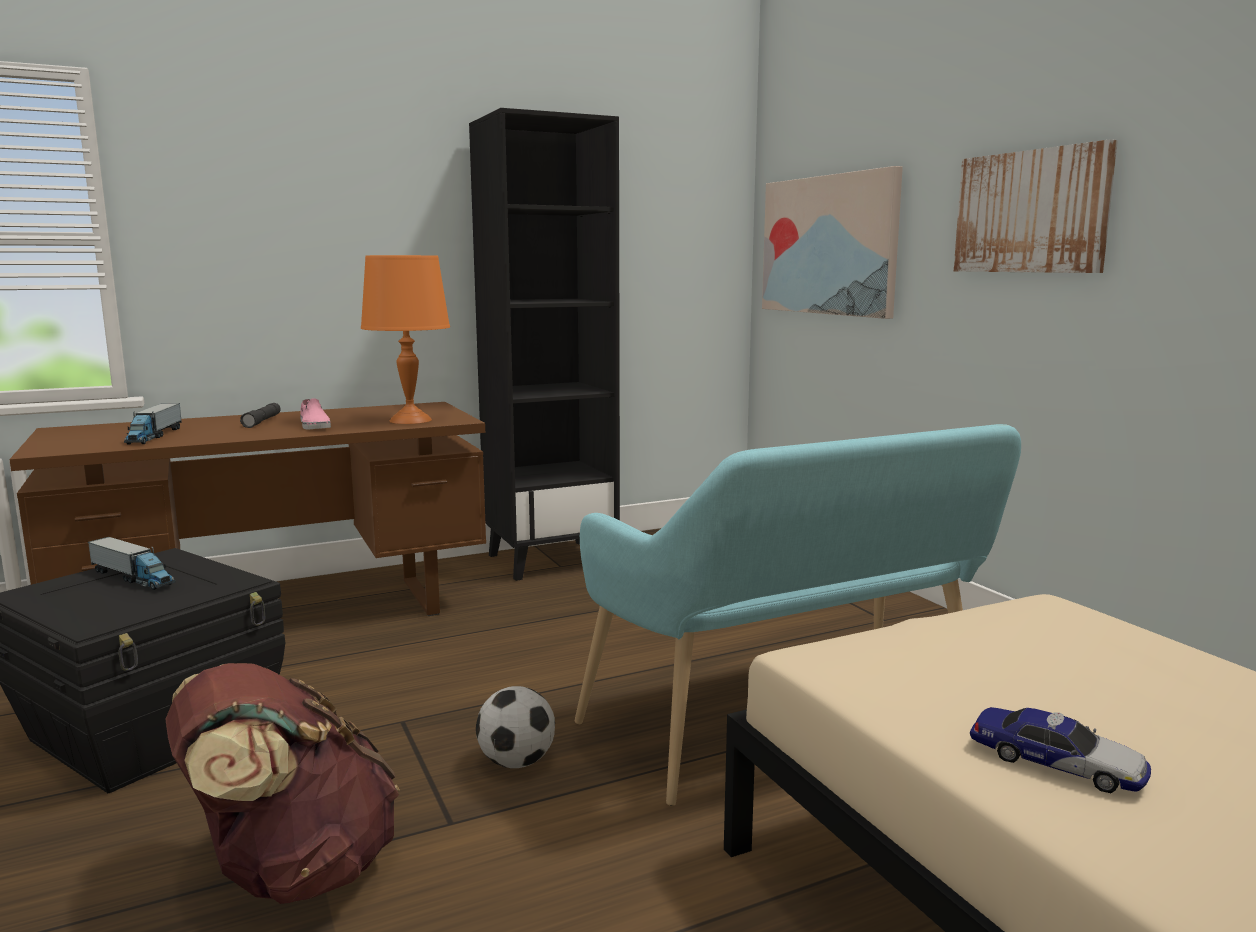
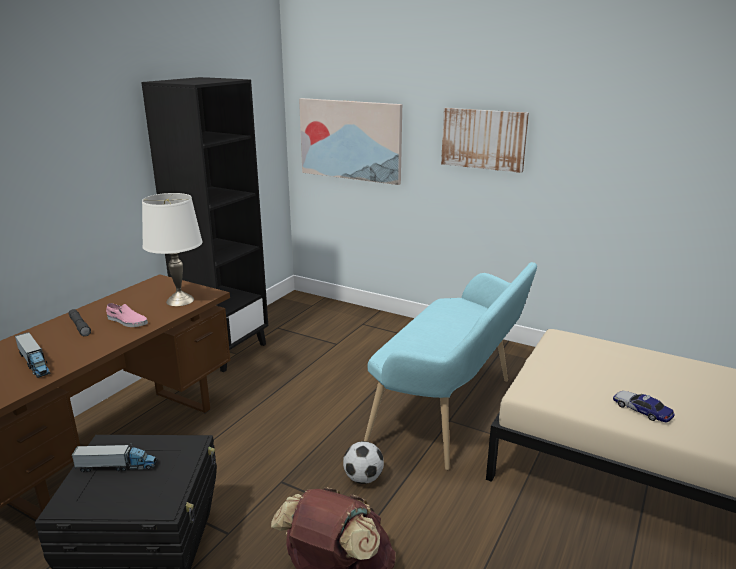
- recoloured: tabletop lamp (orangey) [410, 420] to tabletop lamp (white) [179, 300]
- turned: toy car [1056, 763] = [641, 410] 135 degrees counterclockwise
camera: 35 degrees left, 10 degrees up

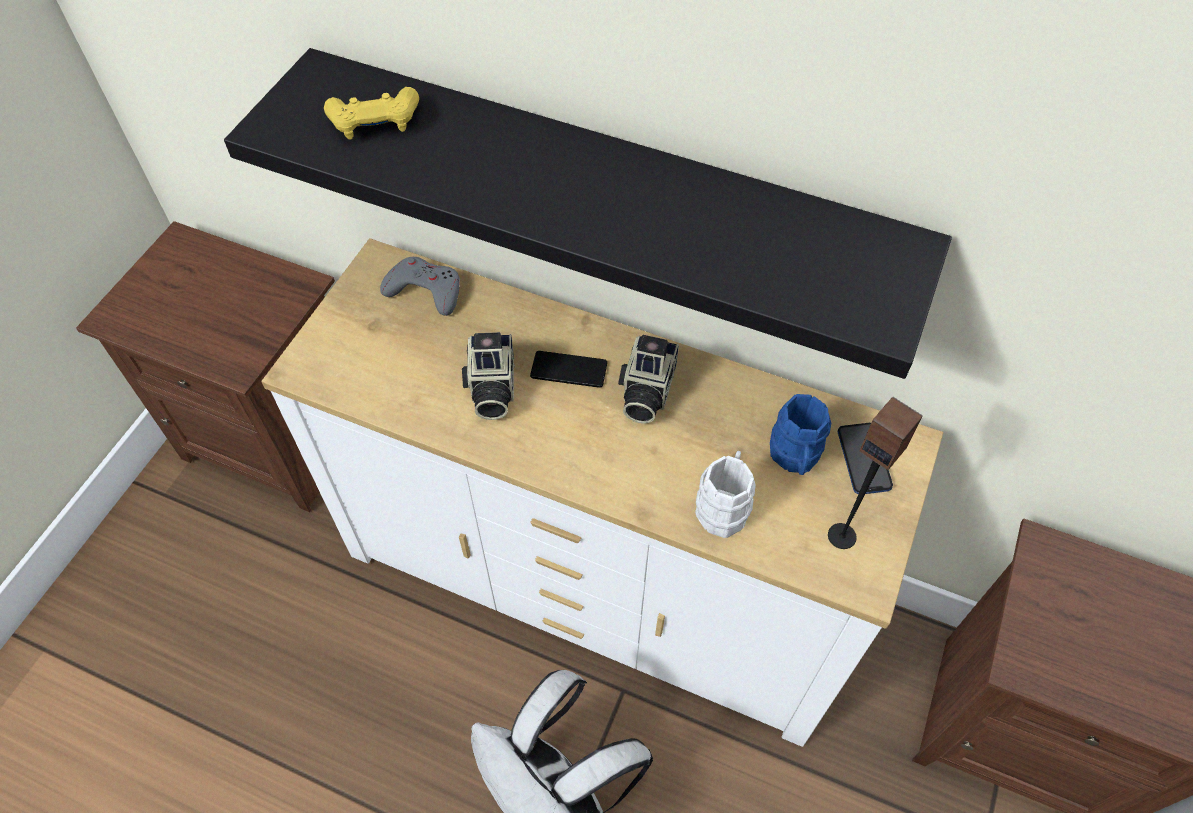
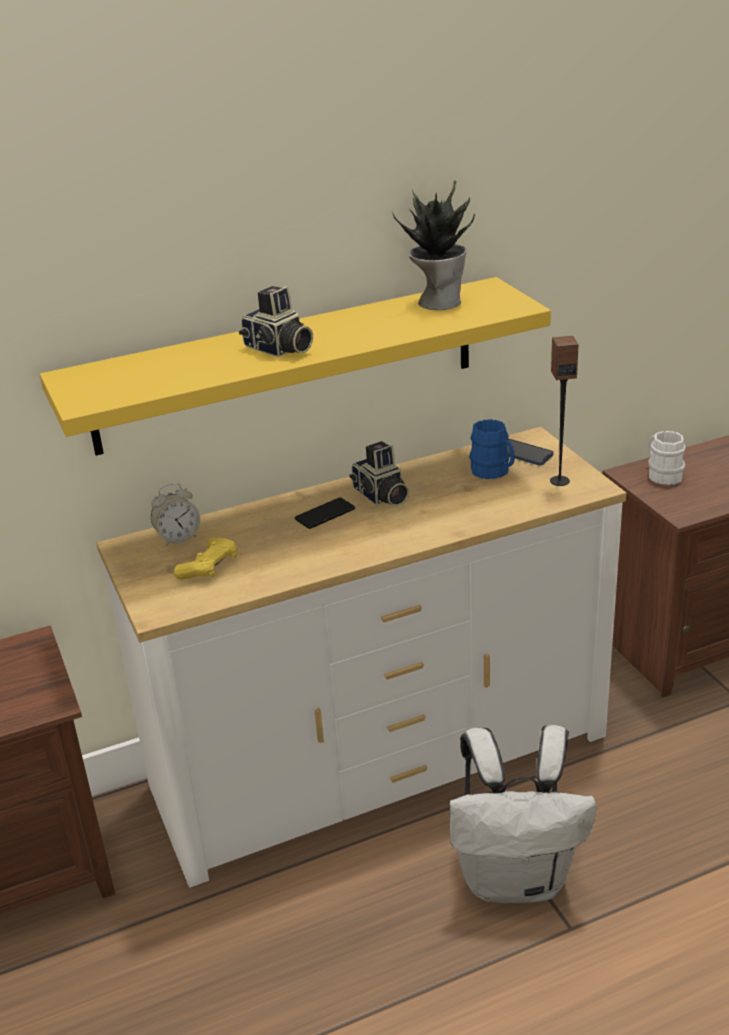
- recoloured: wall shelf (black) [605, 184] to wall shelf (yellowish) [287, 365]
- moved: joypad (yellowish) [375, 123] to [209, 567]
- replaced: joypad (grey) [425, 290] to alarm clock [178, 538]
- moved: photo camera [491, 388] to [278, 349]
- moved: mug (white) [724, 505] to [662, 474]
- added: plant in a pot [438, 301]
camera: 45 degrees left, 25 degrees down

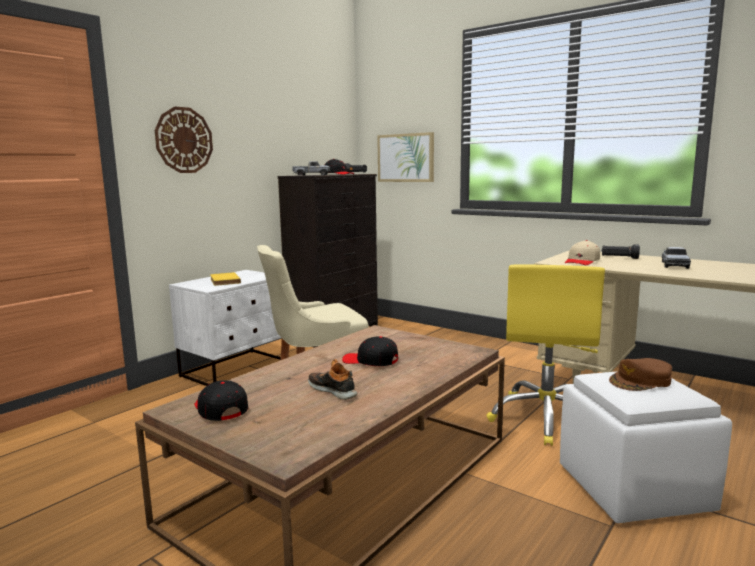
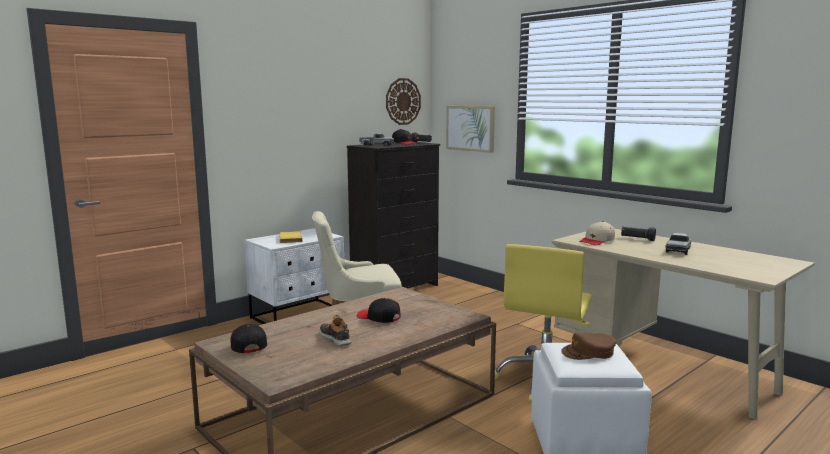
- moved: clock on the wall [184, 140] to [403, 101]
camera: 10 degrees right, 0 degrees up

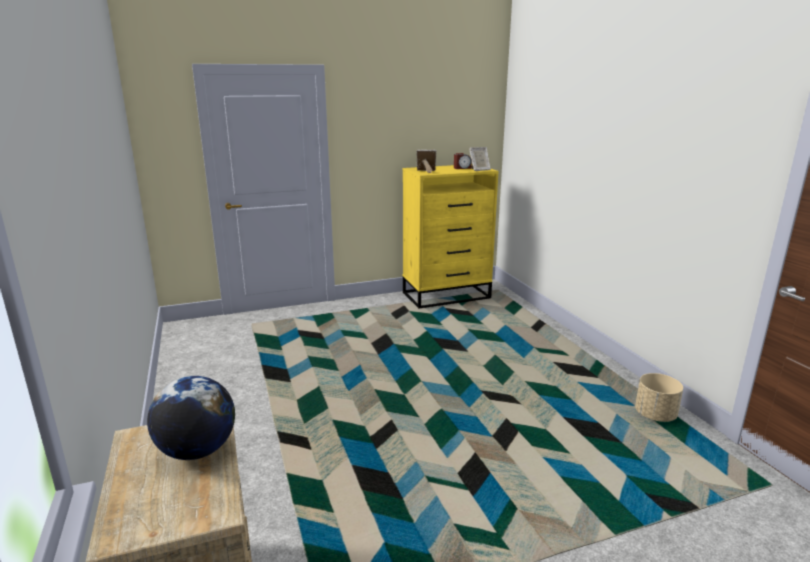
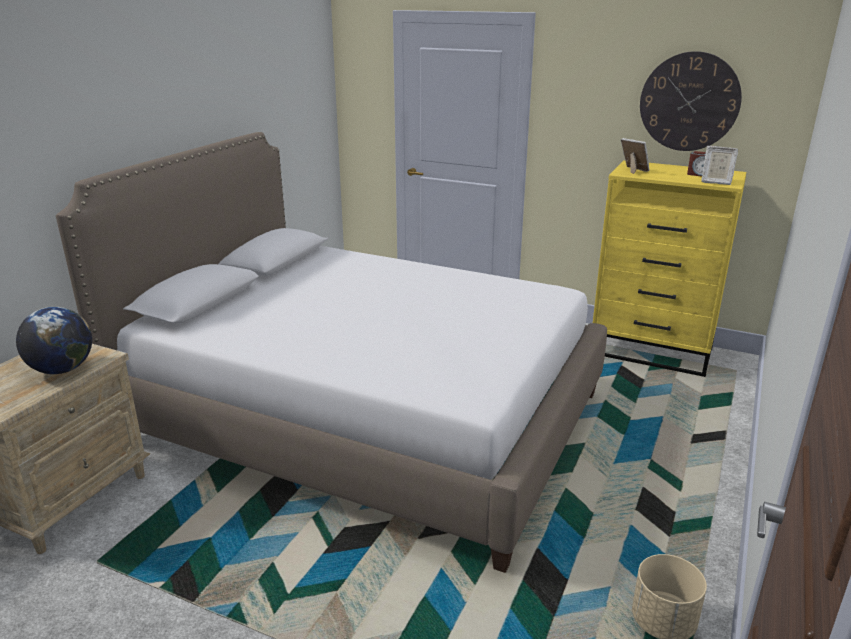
- added: bedroom bed [365, 417]
- added: clock on the wall [689, 102]
camera: 45 degrees right, 5 degrees up

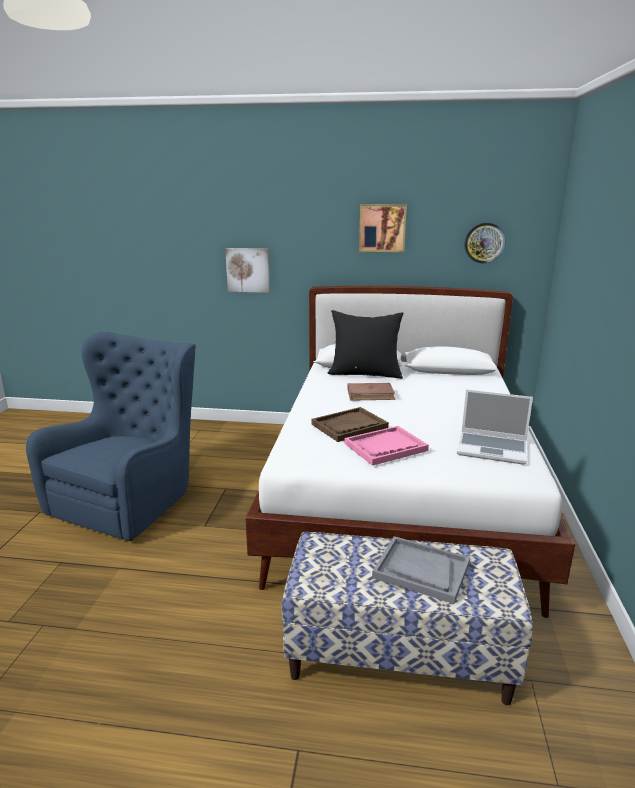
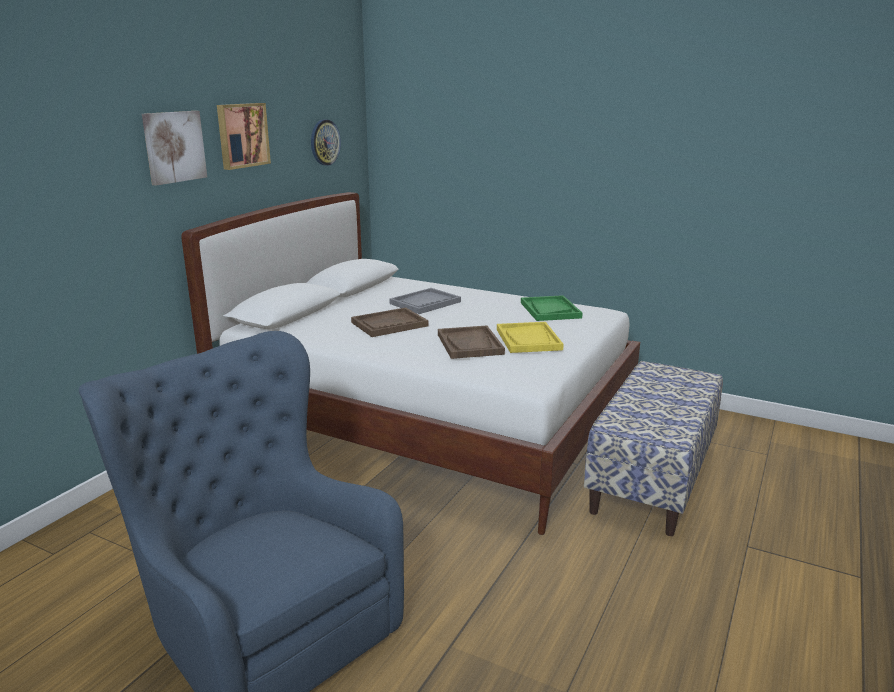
- moved: wall picture [248, 270] to [174, 147]
- removed: pillow (black) [365, 373]
- recoloured: tray (pinkish) [385, 447] to tray (yellowish) [528, 339]
- replaced: book (brown) [370, 394] to tray (brown) [389, 324]
- moved: tray (grey) [421, 570] to [425, 303]
- replaced: laptop [493, 449] to tray (green) [550, 310]
camera: 70 degrees left, 0 degrees up

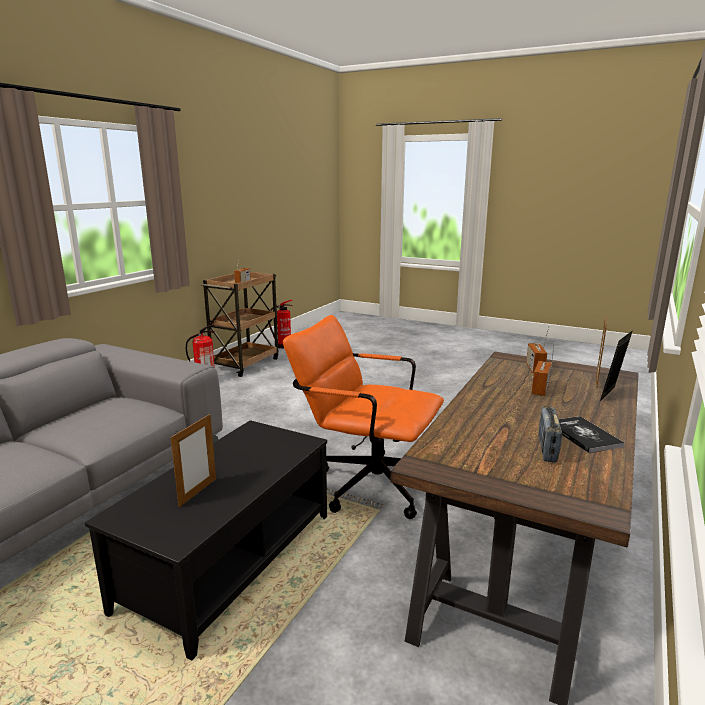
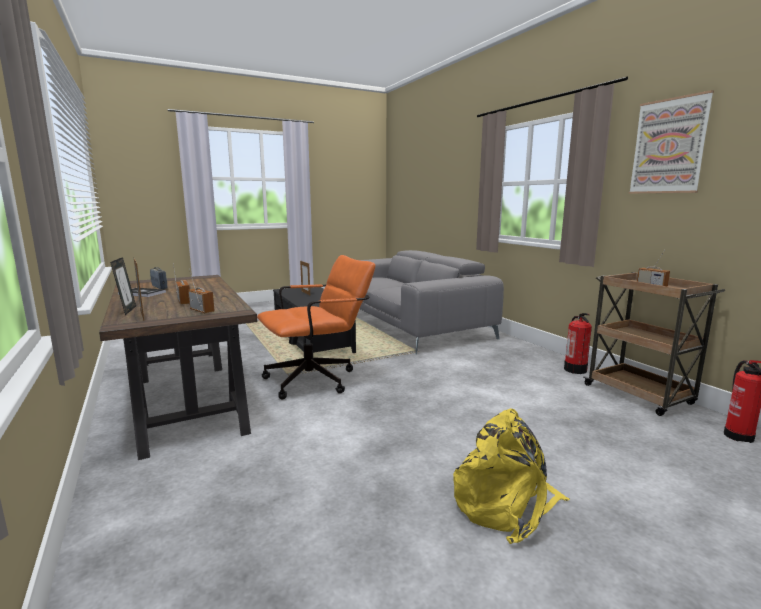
- added: rucksack (yellowish) [506, 504]
- added: wall picture [668, 146]
camera: 125 degrees right, 5 degrees down

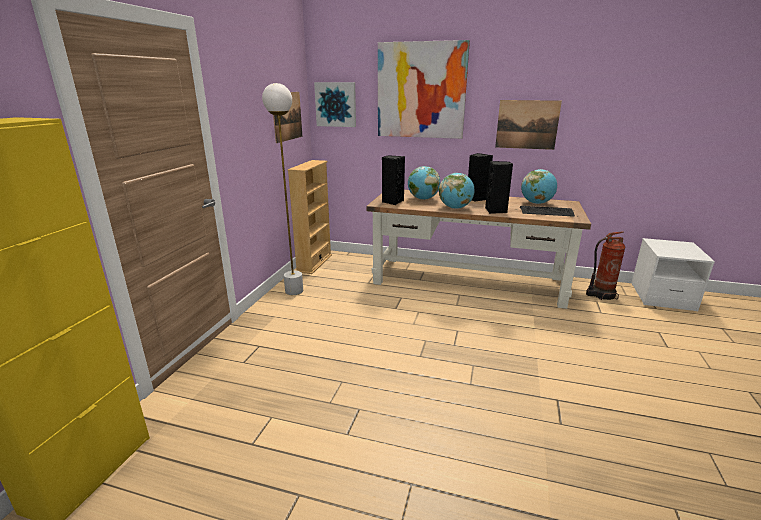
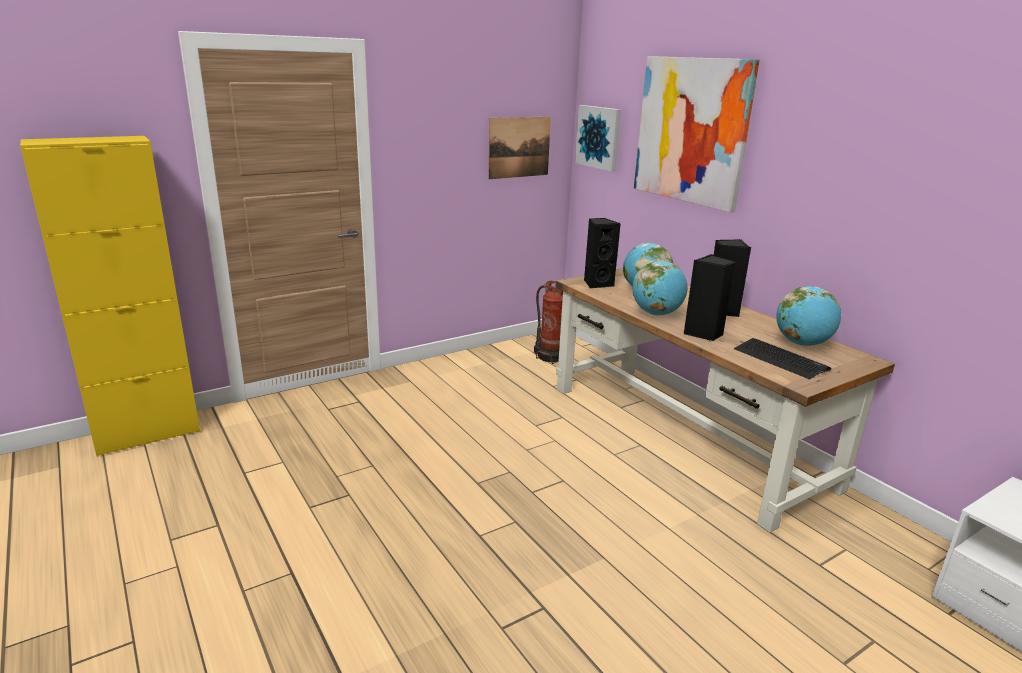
- removed: floor lamp (white) [294, 291]
- removed: bookcase (beige) [314, 263]
- removed: wall picture [527, 124]
- moved: fire extinguisher [601, 295] to [550, 356]
camera: 40 degrees right, 0 degrees up

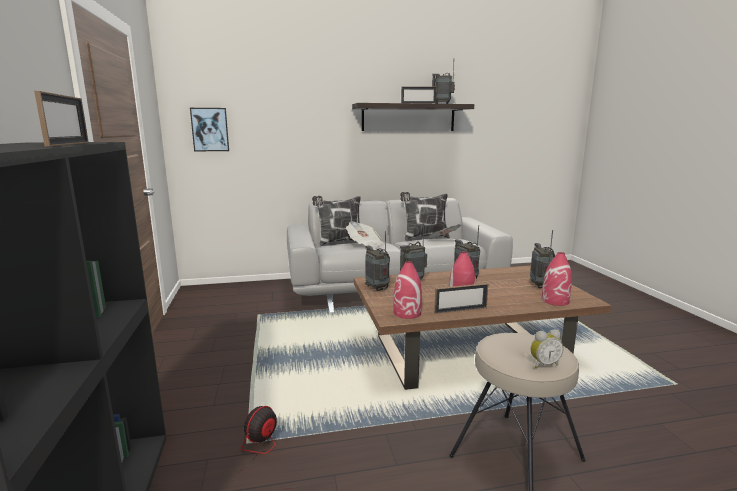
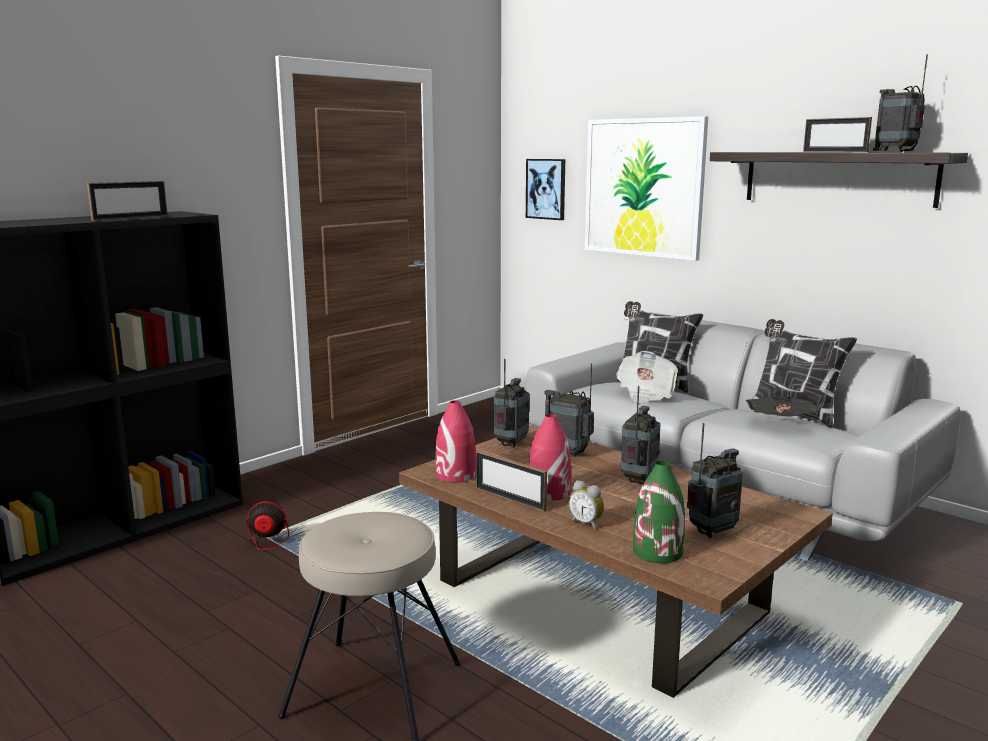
- moved: alarm clock [543, 364] to [587, 523]
- recoloured: vase (red) [555, 300] to vase (green) [658, 552]
- added: wall picture [643, 187]
camera: 55 degrees right, 0 degrees up

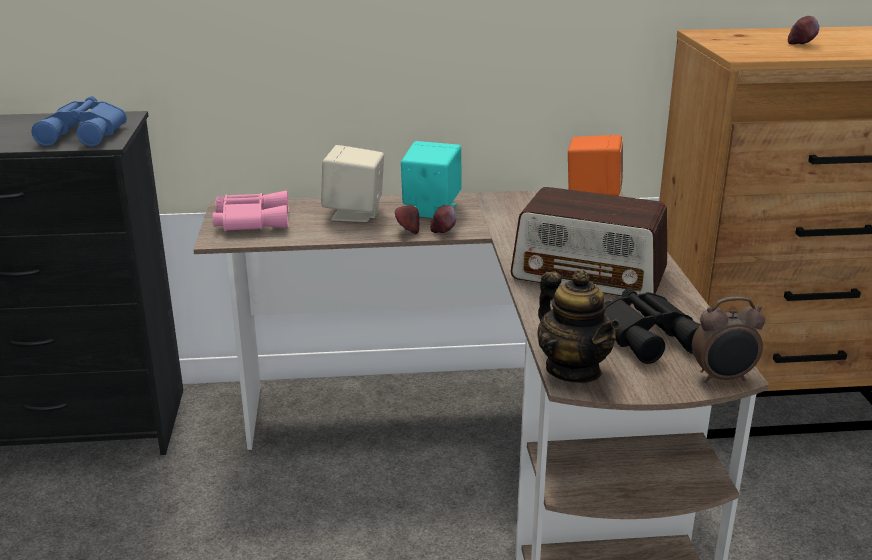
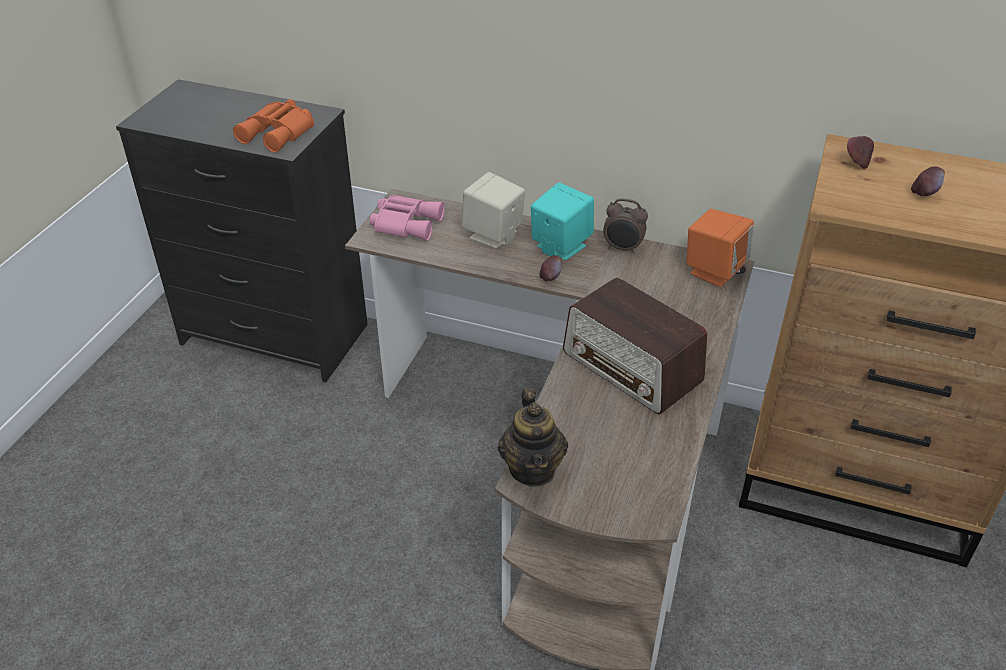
- recoloured: field glasses (blue-coloured) [85, 134] to field glasses (orangey) [279, 133]
- moved: whole apple [407, 231] to [856, 163]
- removed: field glasses (black) [648, 335]
- moved: alarm clock [723, 378] to [622, 248]
camera: 25 degrees right, 15 degrees up

